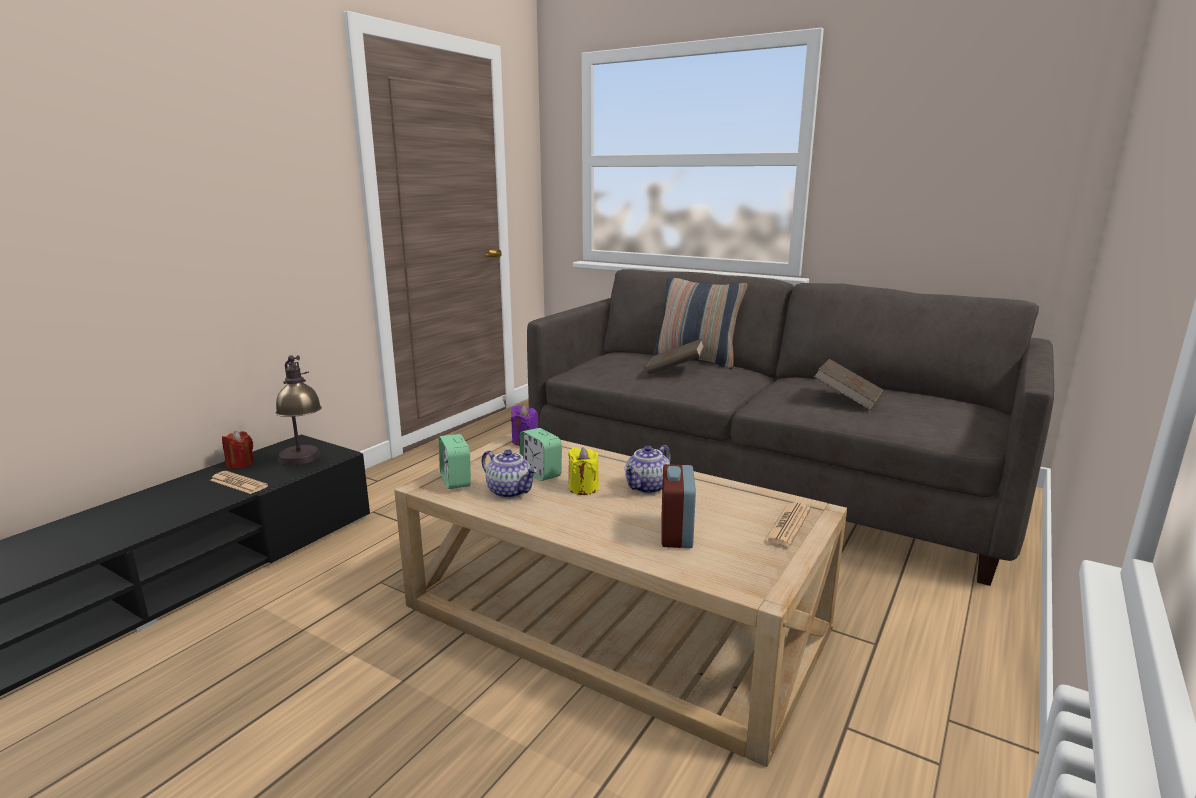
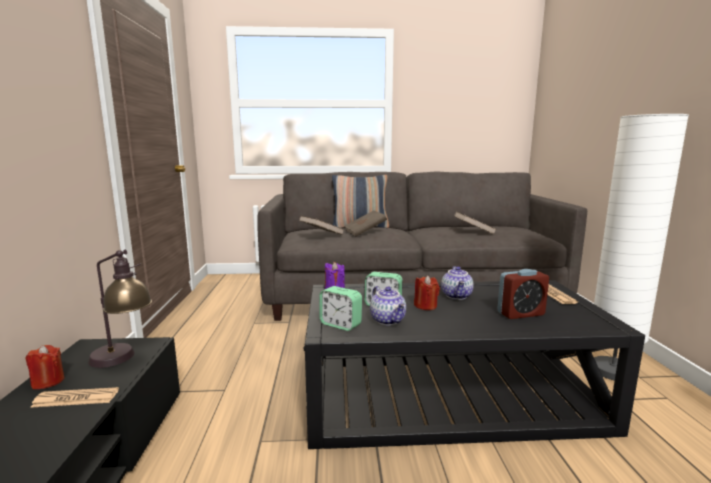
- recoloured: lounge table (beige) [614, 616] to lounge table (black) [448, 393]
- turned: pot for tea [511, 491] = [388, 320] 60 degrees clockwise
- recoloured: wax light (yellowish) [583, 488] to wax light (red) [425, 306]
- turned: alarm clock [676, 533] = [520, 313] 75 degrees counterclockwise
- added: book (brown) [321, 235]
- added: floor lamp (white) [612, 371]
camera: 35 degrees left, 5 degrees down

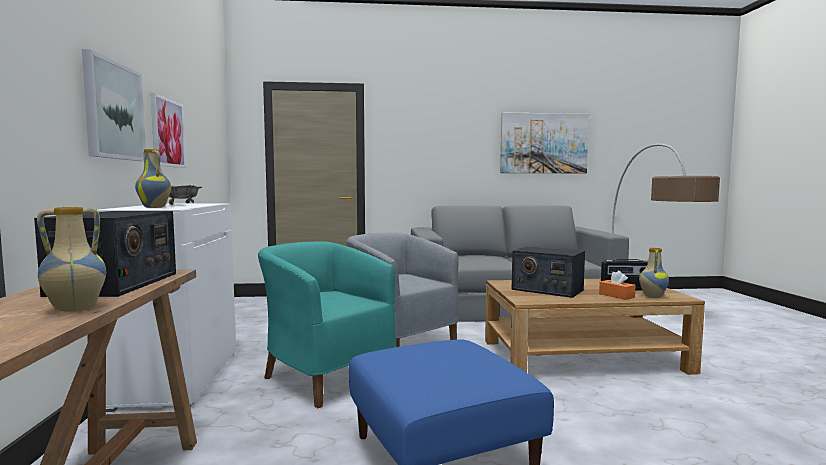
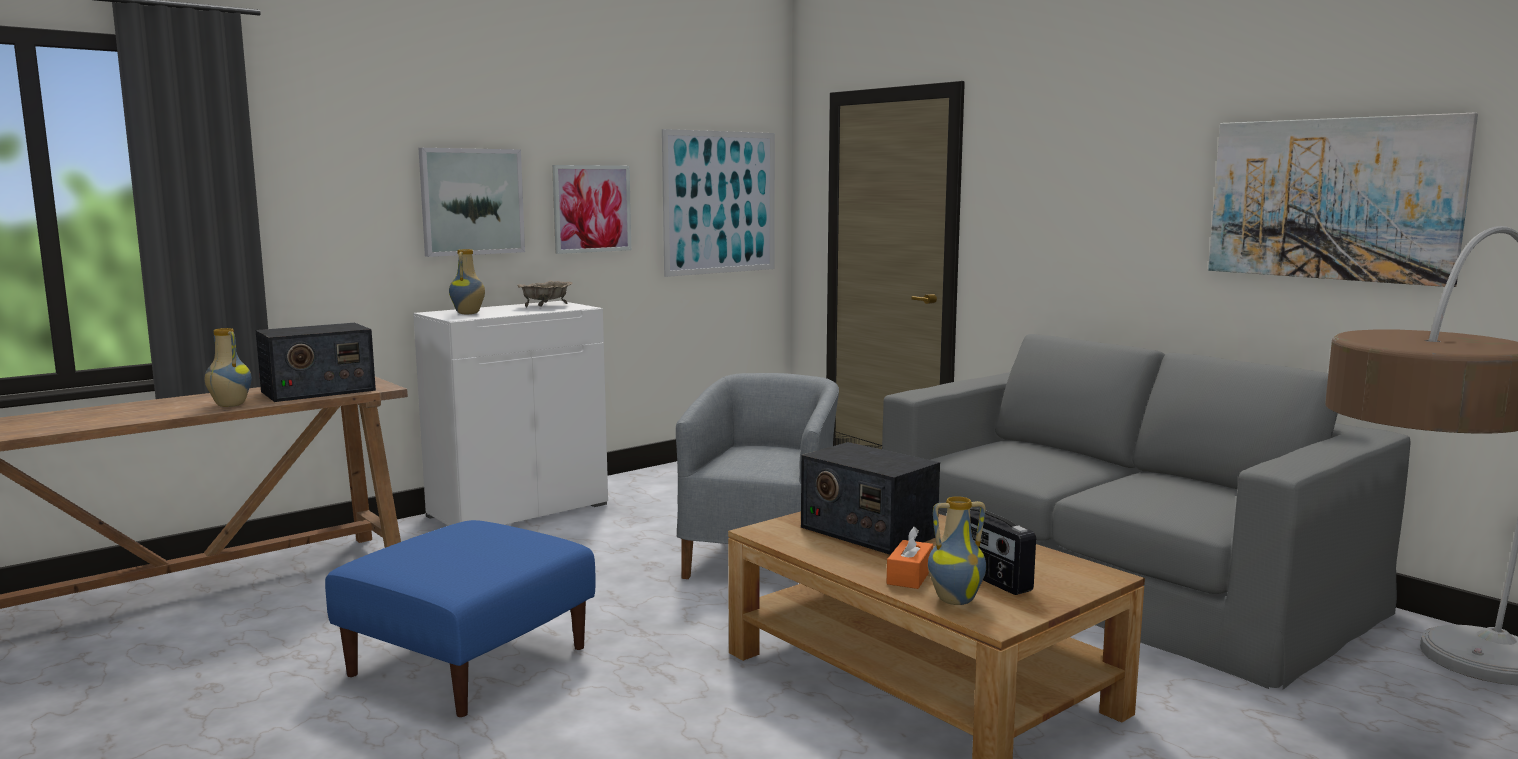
- removed: armchair (turquoise-coloured) [325, 375]
- turned: radio set [546, 289] = [867, 531] 45 degrees counterclockwise
- added: wall picture [720, 202]
camera: 55 degrees right, 5 degrees up

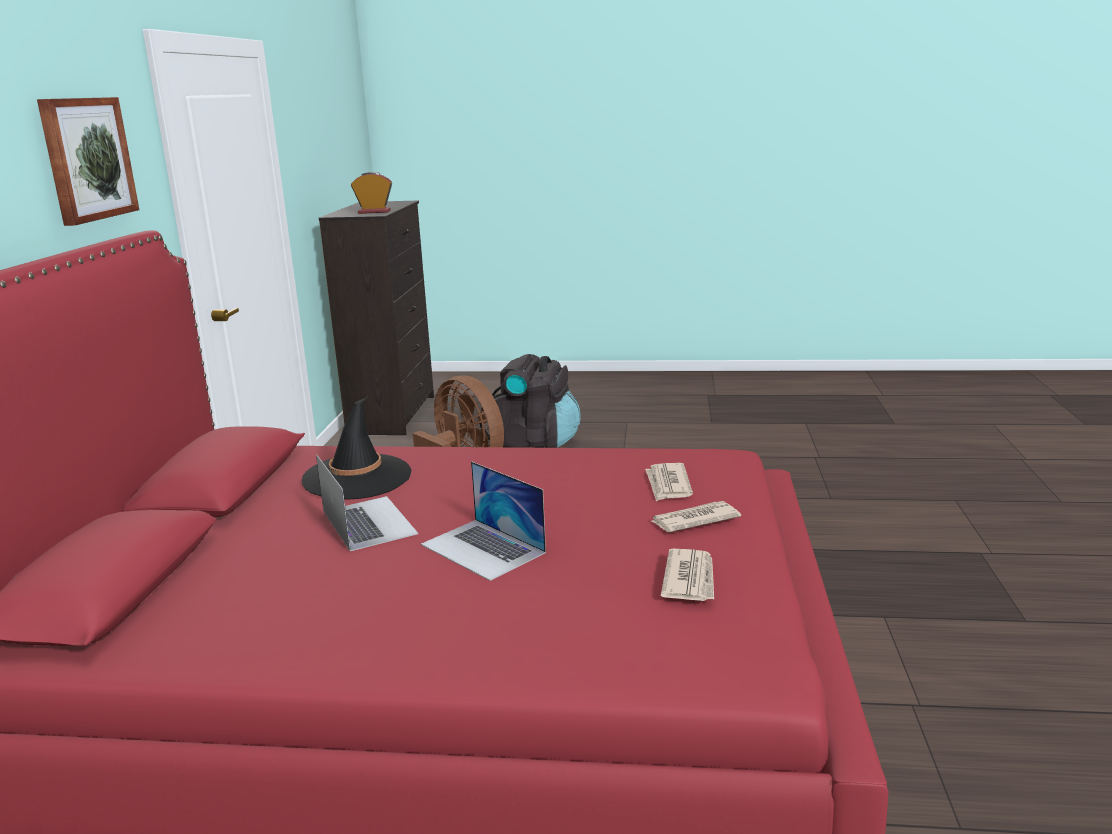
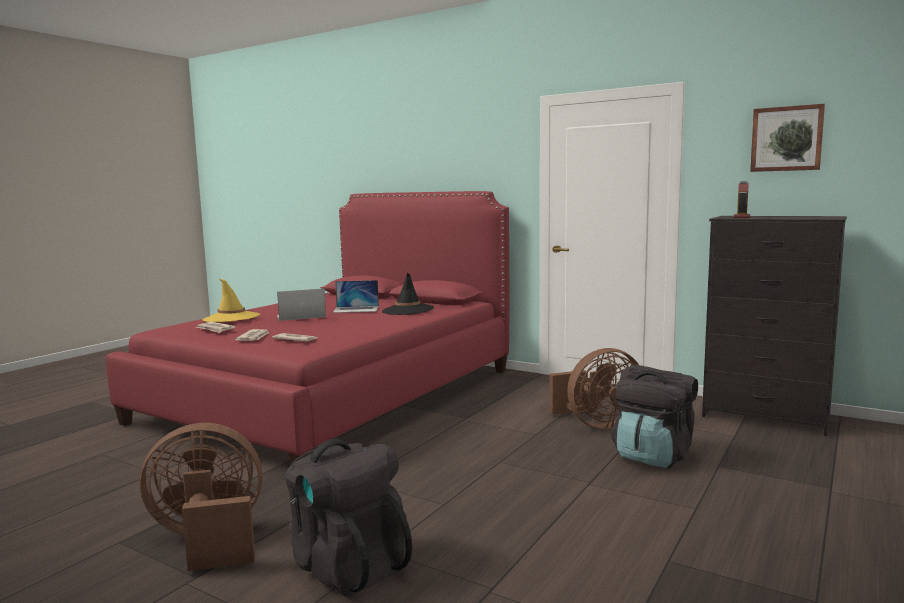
- moved: wall picture [86, 159] to [786, 139]
- added: cooling fan (brown) [209, 540]
- added: hat (yellowish) [231, 318]
- added: rucksack (black) [347, 565]
camera: 115 degrees right, 10 degrees down

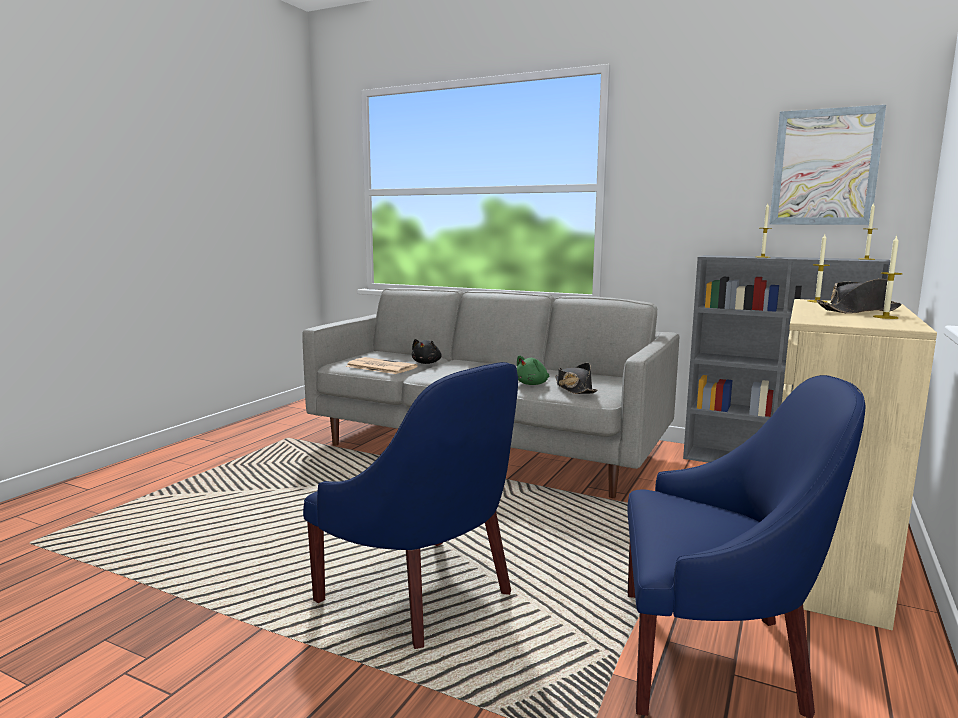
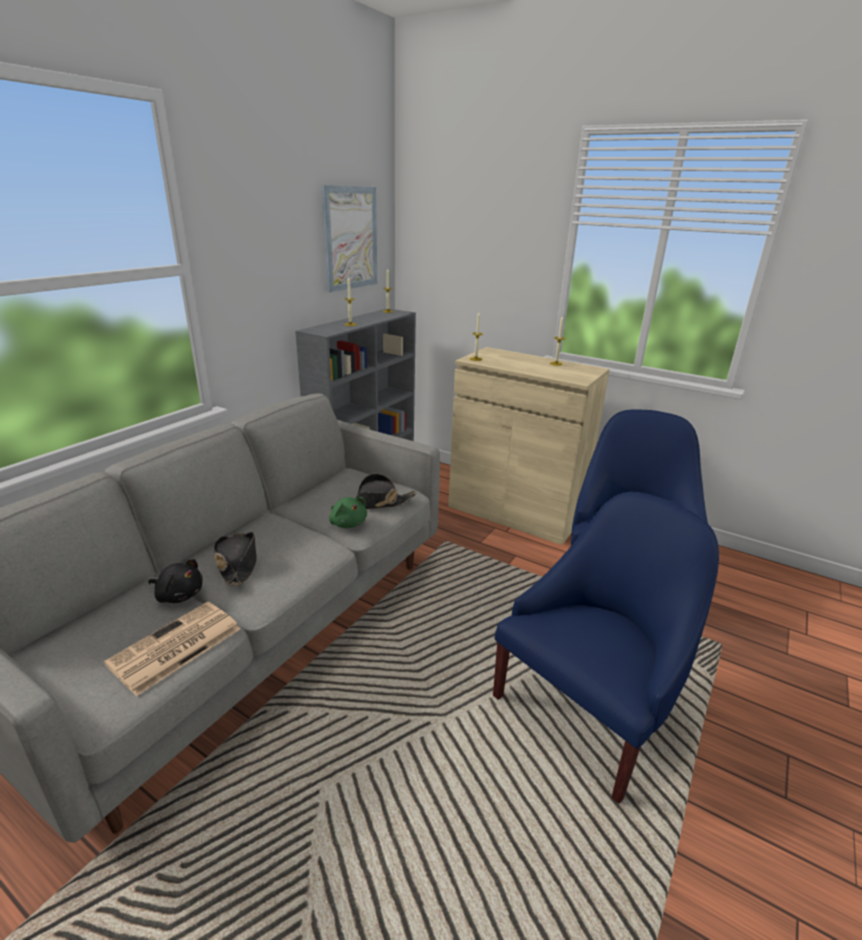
- moved: hat (black) [858, 311] to [238, 563]
camera: 85 degrees left, 15 degrees up

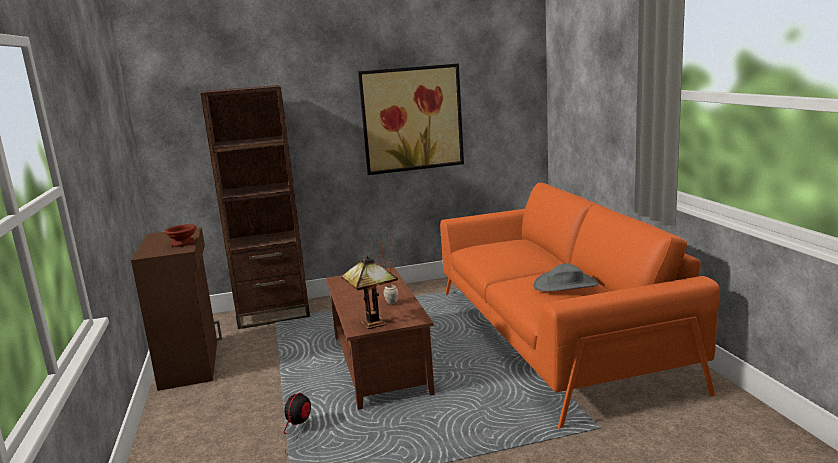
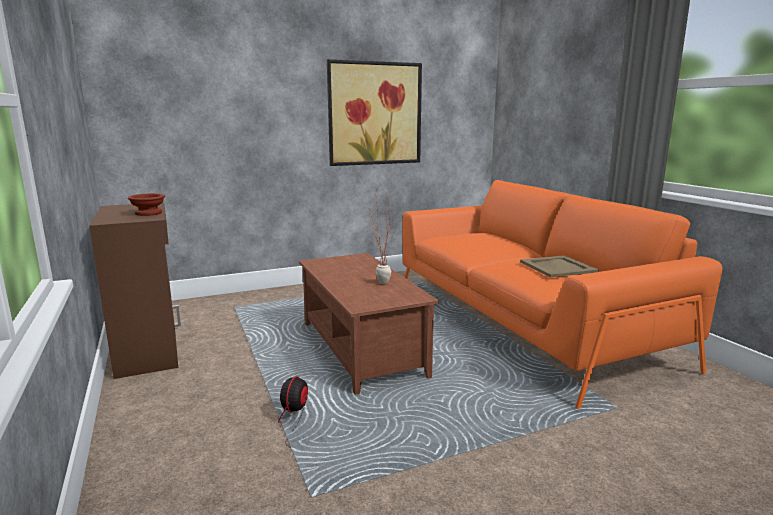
- removed: bookcase (brown) [273, 314]
- removed: tabletop lamp [375, 324]
- replaced: hat (grey) [565, 285] to tray (beige) [558, 266]
camera: 10 degrees left, 0 degrees up

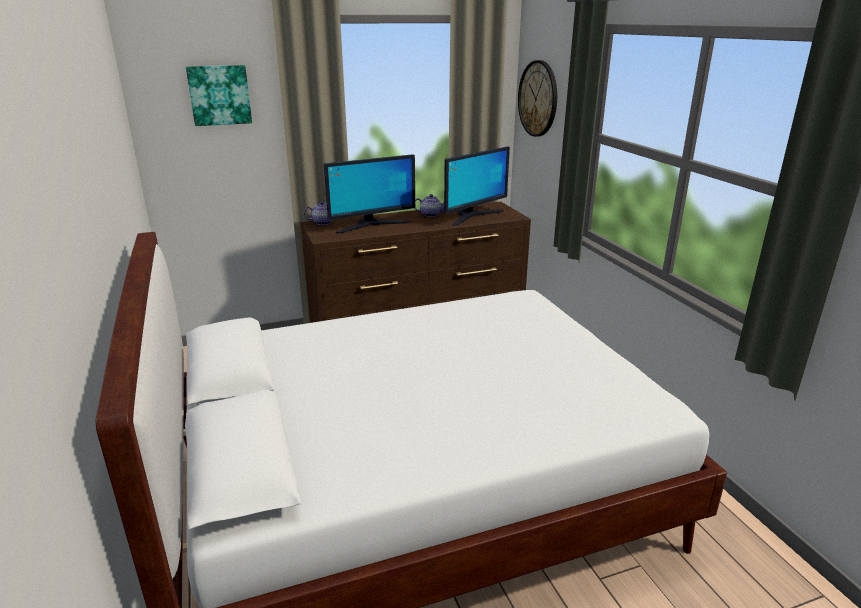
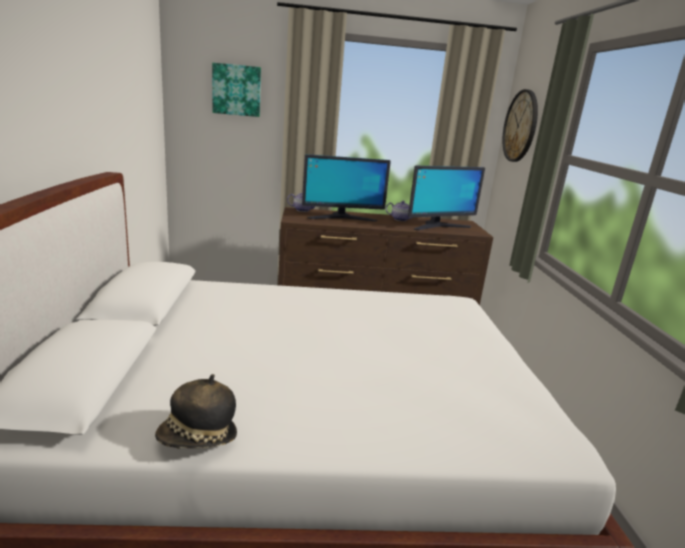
- added: hat [198, 438]
camera: 15 degrees right, 5 degrees down

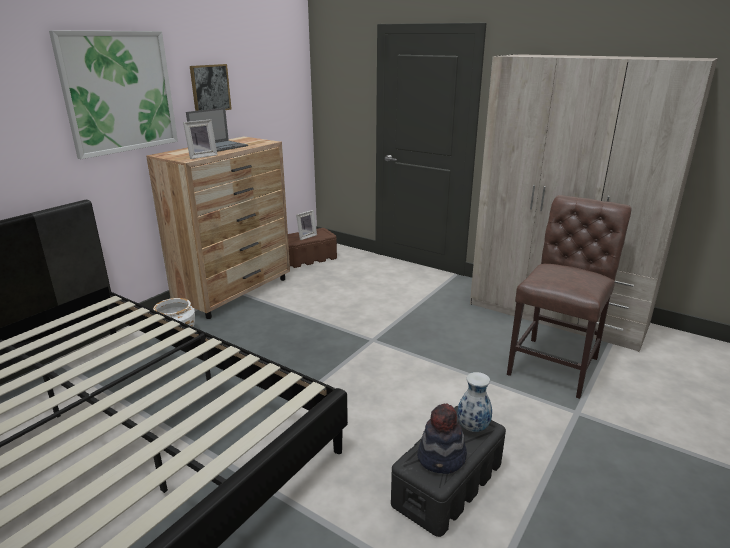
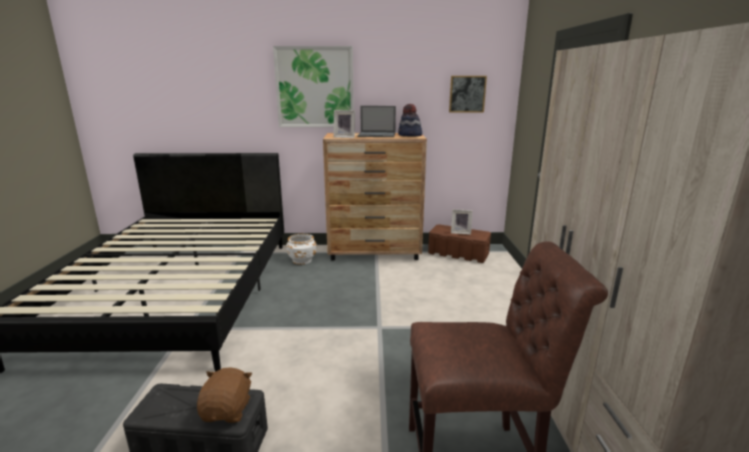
- moved: wall picture [210, 88] to [467, 94]
- moved: hat [442, 458] to [409, 135]
- replaced: vase [473, 428] to soft toy (brown) [227, 410]
camera: 55 degrees right, 5 degrees down

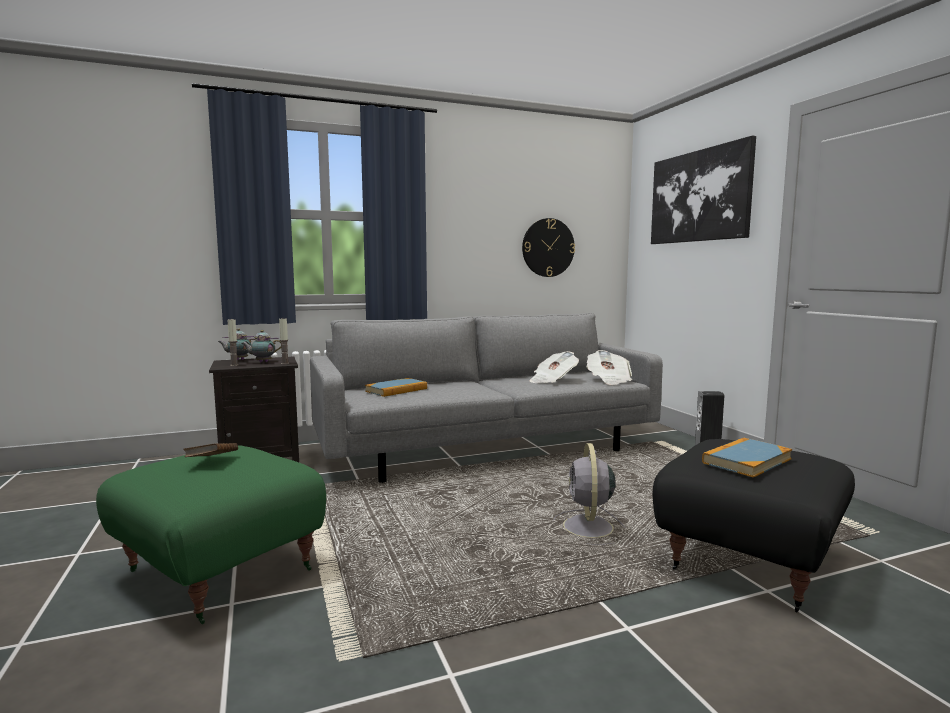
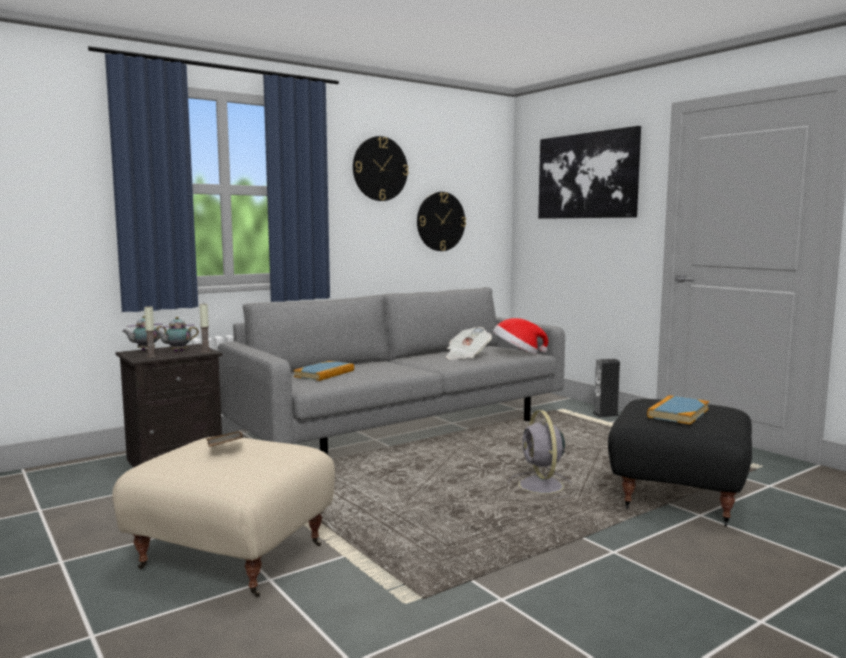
- recoloured: pouffe (green) [220, 571] to pouffe (beige) [232, 557]
- replaced: newspaper [608, 380] to hat [517, 353]
- added: clock on the wall [380, 169]
camera: 15 degrees left, 0 degrees up

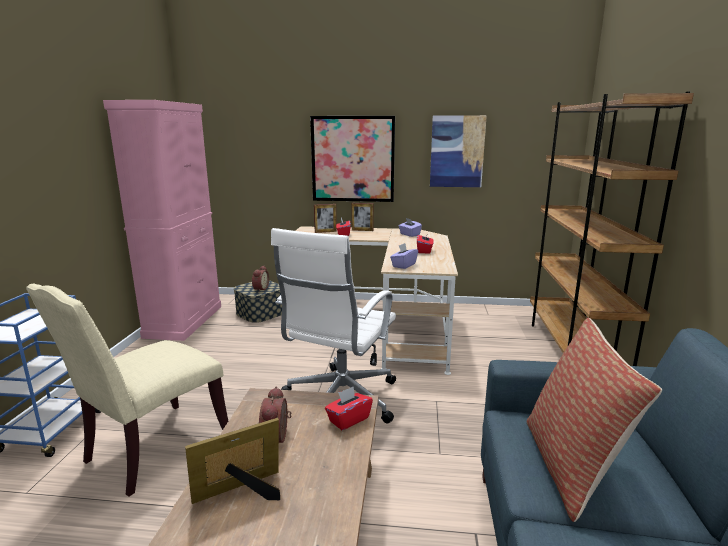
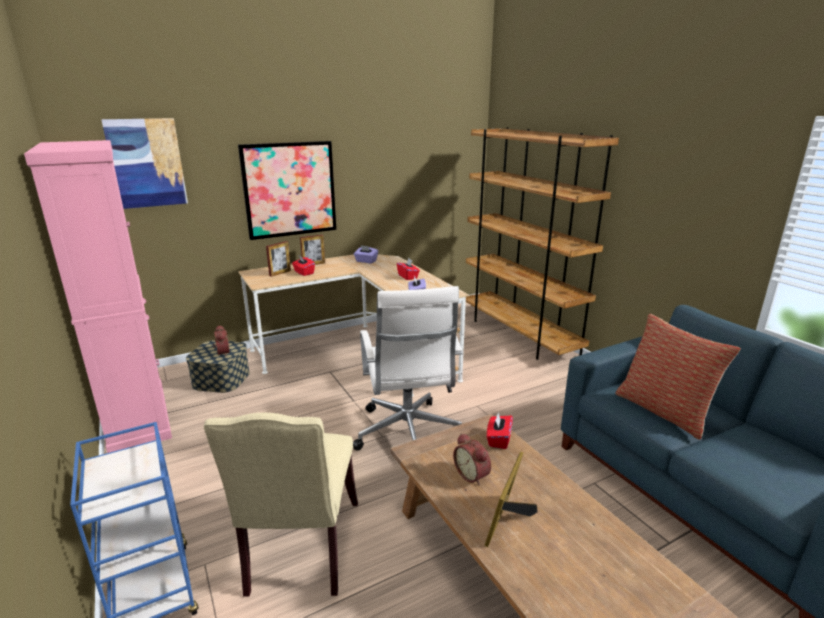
- moved: wall picture [457, 151] to [146, 163]
camera: 35 degrees left, 5 degrees up

